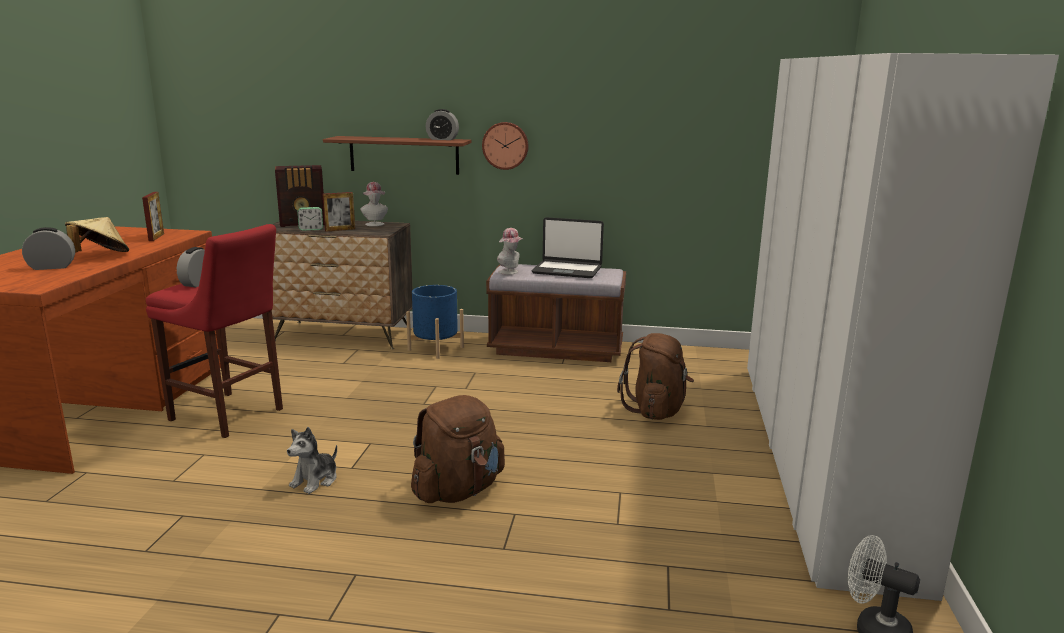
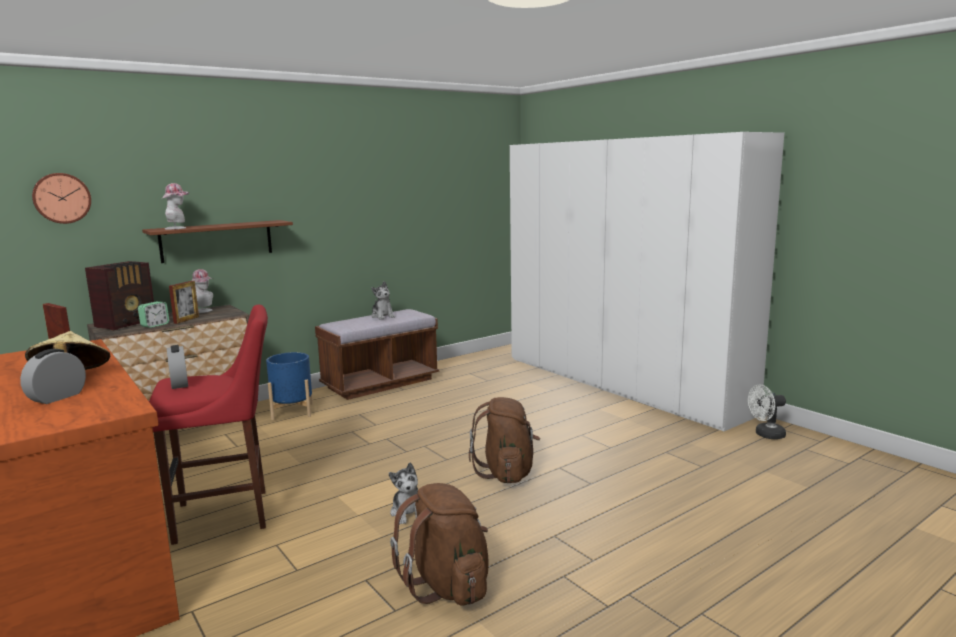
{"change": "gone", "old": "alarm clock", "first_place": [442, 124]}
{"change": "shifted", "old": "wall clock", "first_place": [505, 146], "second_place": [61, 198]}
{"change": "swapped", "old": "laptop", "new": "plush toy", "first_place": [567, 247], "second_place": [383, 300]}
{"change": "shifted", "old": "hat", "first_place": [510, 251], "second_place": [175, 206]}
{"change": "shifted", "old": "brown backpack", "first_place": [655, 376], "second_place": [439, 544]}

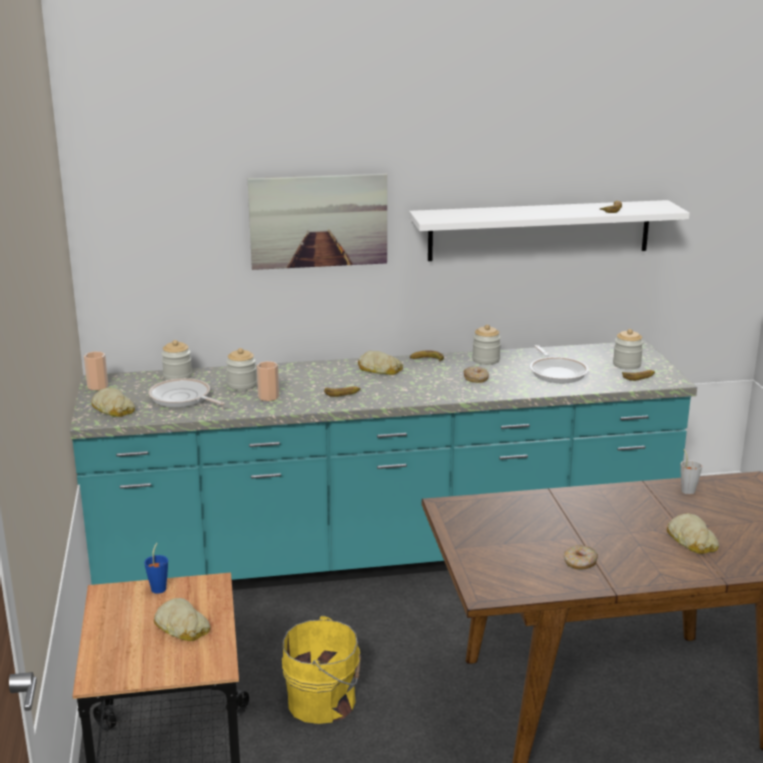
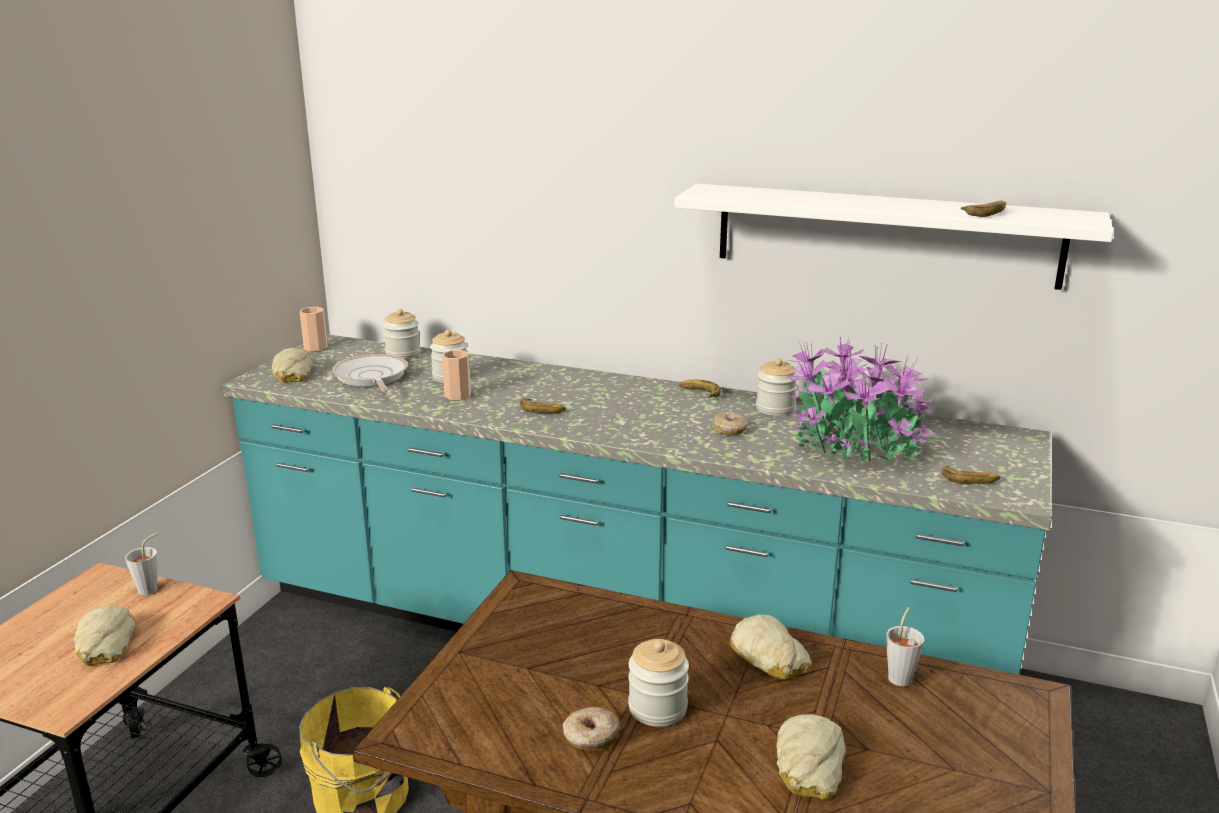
{"change": "gone", "old": "picture", "first_place": [317, 222]}
{"change": "shifted", "old": "jar", "first_place": [628, 349], "second_place": [658, 683]}
{"change": "swapped", "old": "frying pan", "new": "potted plant", "first_place": [559, 364], "second_place": [861, 400]}
{"change": "shifted", "old": "bread", "first_place": [380, 363], "second_place": [771, 647]}
{"change": "repainted", "old": "blue cup", "new": "grey cup", "first_place": [156, 568], "second_place": [141, 564]}

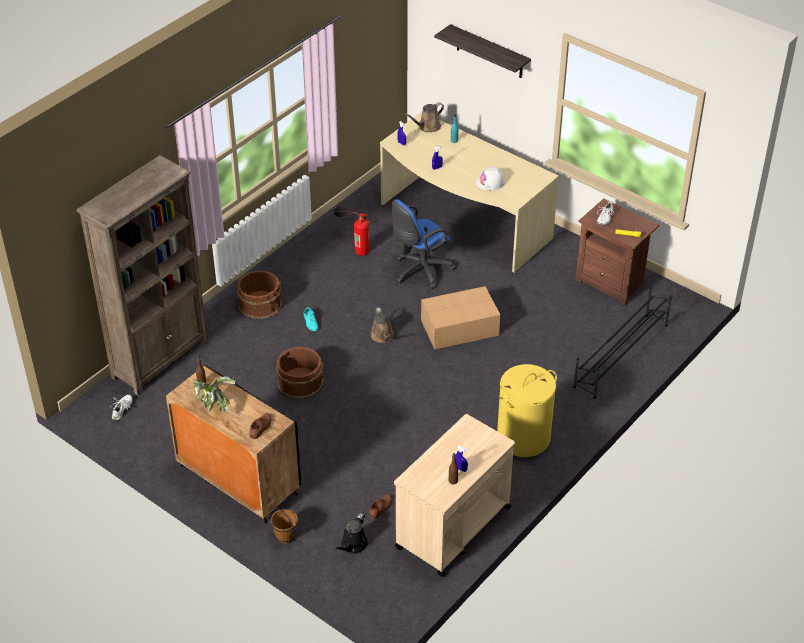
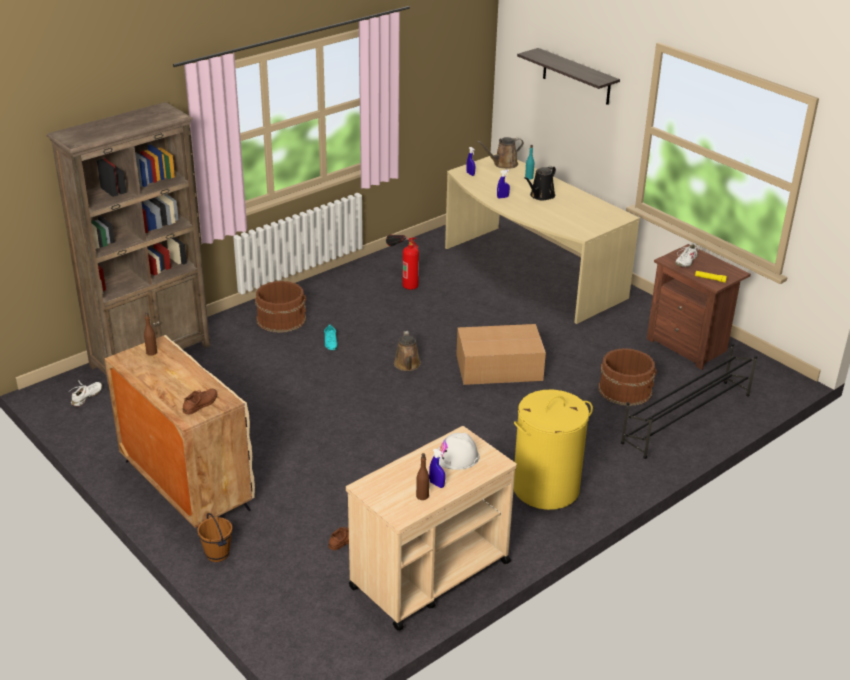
{"change": "shifted", "old": "white hard hat", "first_place": [490, 178], "second_place": [456, 451]}
{"change": "gone", "old": "blue office chair", "first_place": [423, 244]}
{"change": "shifted", "old": "brown bucket", "first_place": [300, 373], "second_place": [627, 377]}
{"change": "repainted", "old": "black cabinet", "new": "beige cabinet", "first_place": [233, 444], "second_place": [180, 431]}
{"change": "gone", "old": "potted plant", "first_place": [214, 394]}
{"change": "shifted", "old": "black watering can", "first_place": [351, 533], "second_place": [540, 183]}

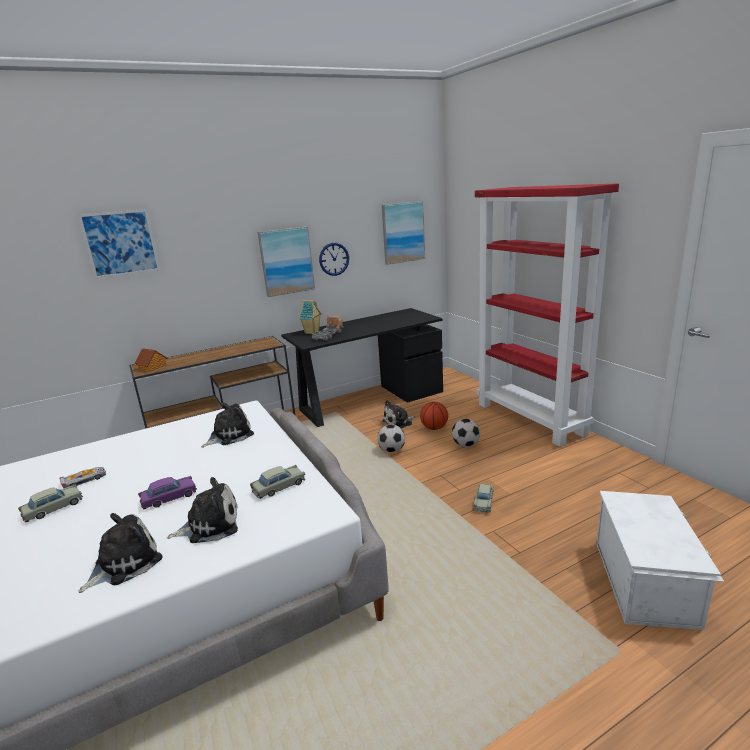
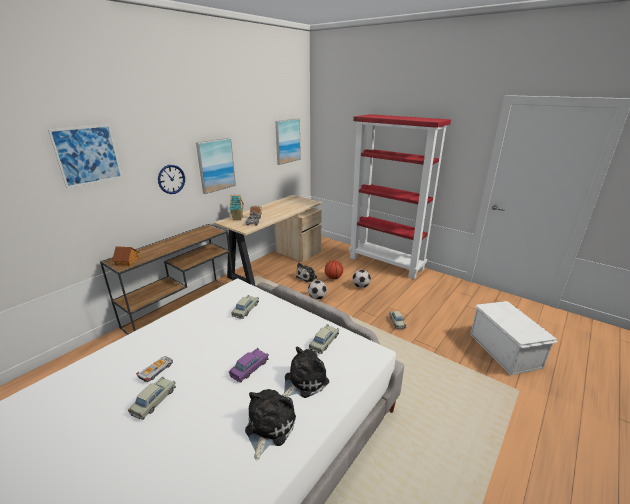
{"change": "shifted", "old": "wall clock", "first_place": [334, 259], "second_place": [171, 179]}
{"change": "repainted", "old": "black desk", "new": "beige desk", "first_place": [362, 367], "second_place": [268, 241]}
{"change": "swapped", "old": "plush toy", "new": "beige toy car", "first_place": [228, 425], "second_place": [245, 307]}

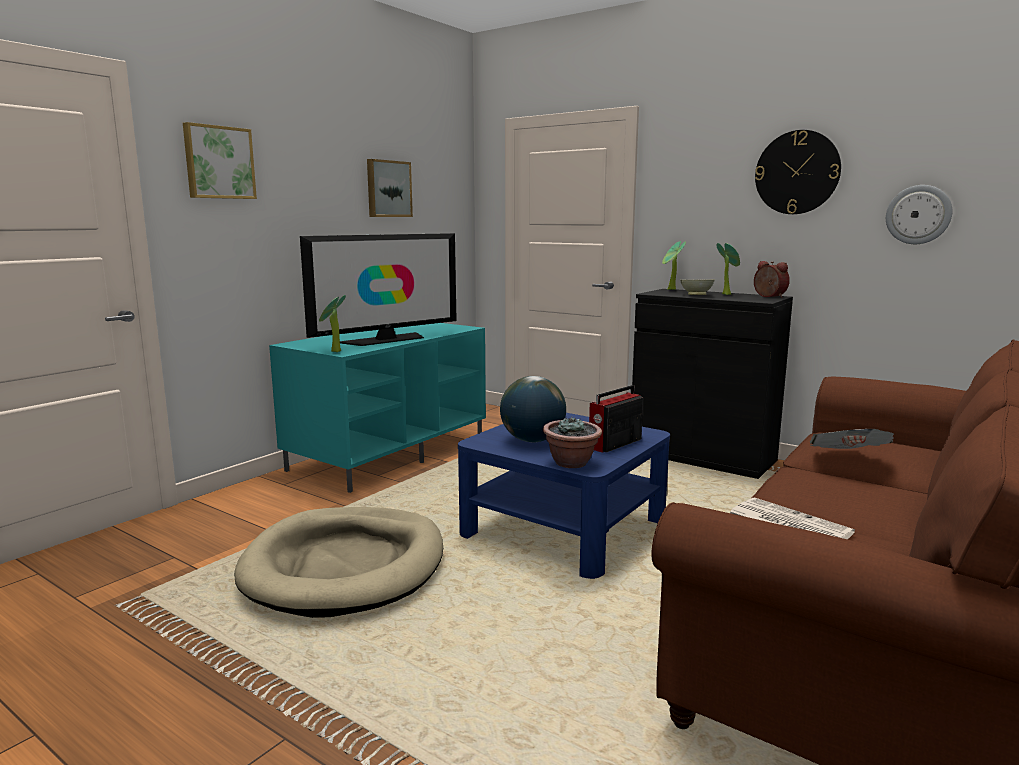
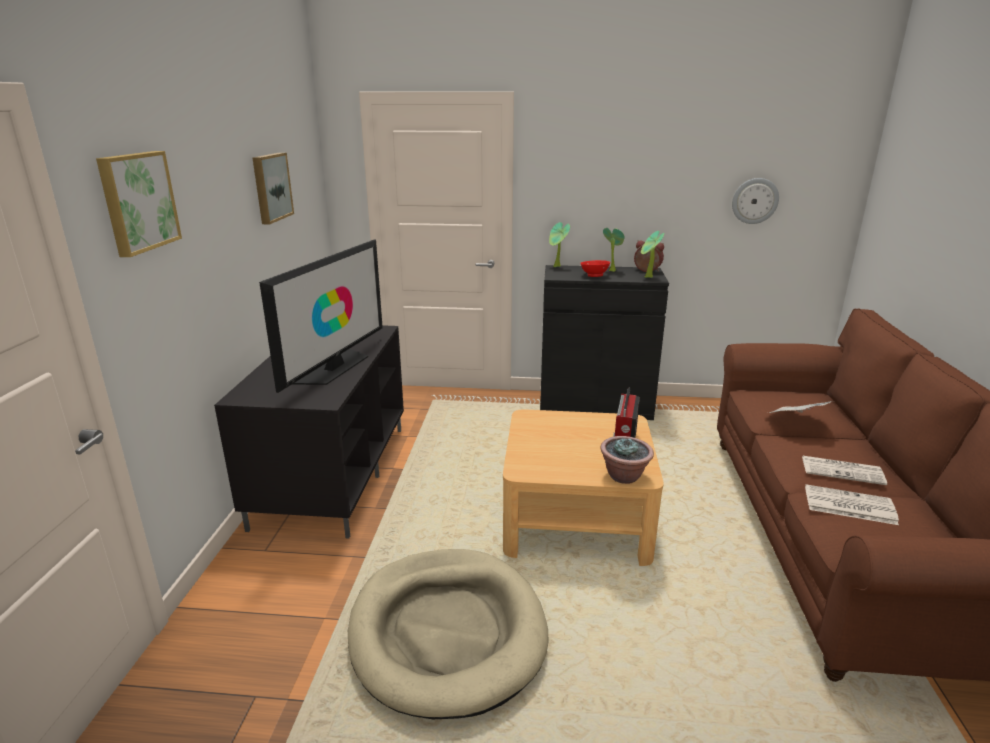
{"change": "gone", "old": "wall clock", "first_place": [798, 172]}
{"change": "repainted", "old": "beige bowl", "new": "red bowl", "first_place": [697, 287], "second_place": [595, 268]}
{"change": "shifted", "old": "potted plant", "first_place": [332, 323], "second_place": [653, 254]}
{"change": "repainted", "old": "turquoise tv stand", "new": "black tv stand", "first_place": [377, 408], "second_place": [309, 432]}
{"change": "gone", "old": "globe", "first_place": [533, 409]}
{"change": "repainted", "old": "blue coffee table", "new": "beige coffee table", "first_place": [564, 496], "second_place": [583, 487]}
{"change": "new", "new": "newspaper", "second_place": [844, 470]}

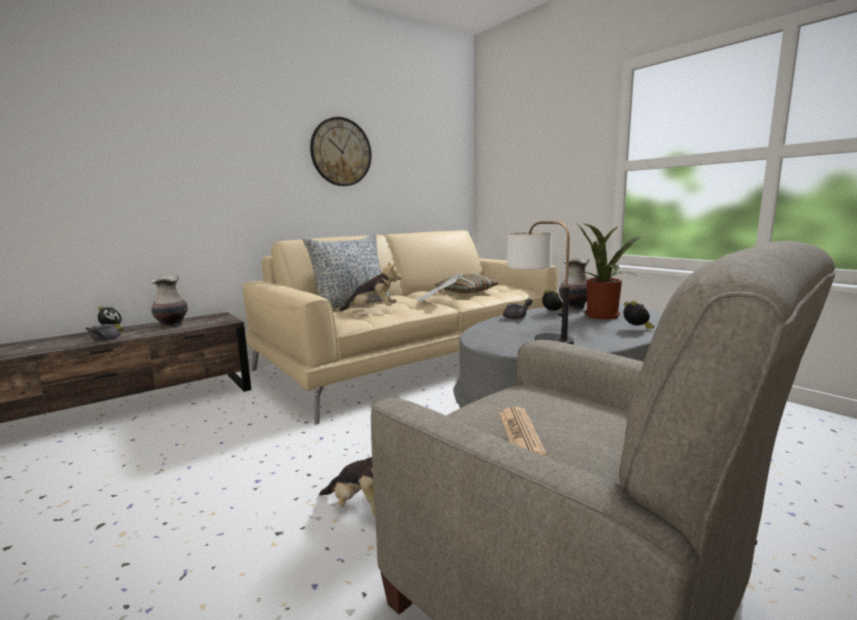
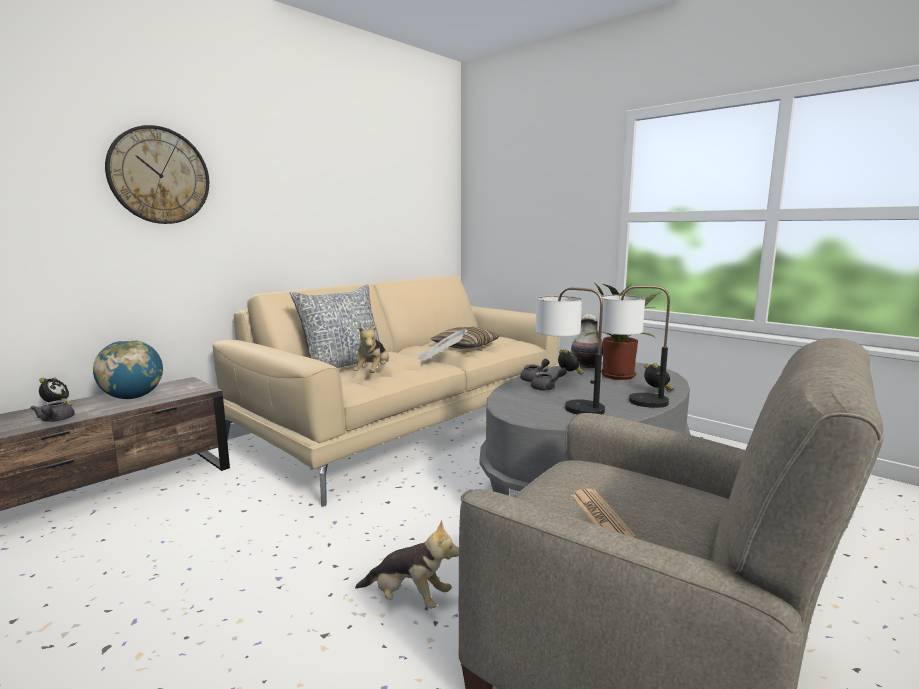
{"change": "shifted", "old": "wall clock", "first_place": [341, 151], "second_place": [157, 174]}
{"change": "rotated", "old": "plush toy", "first_place": [370, 286], "second_place": [371, 349], "degrees": 105}
{"change": "swapped", "old": "vase", "new": "globe", "first_place": [169, 302], "second_place": [128, 369]}
{"change": "new", "new": "table lamp", "second_place": [633, 347]}
{"change": "new", "new": "grey teapot", "second_place": [549, 379]}

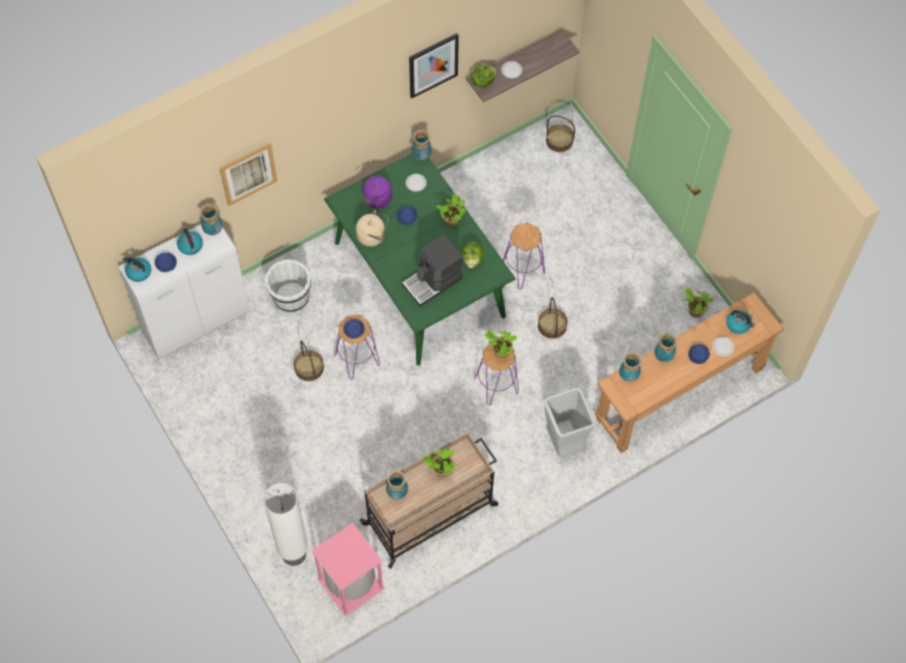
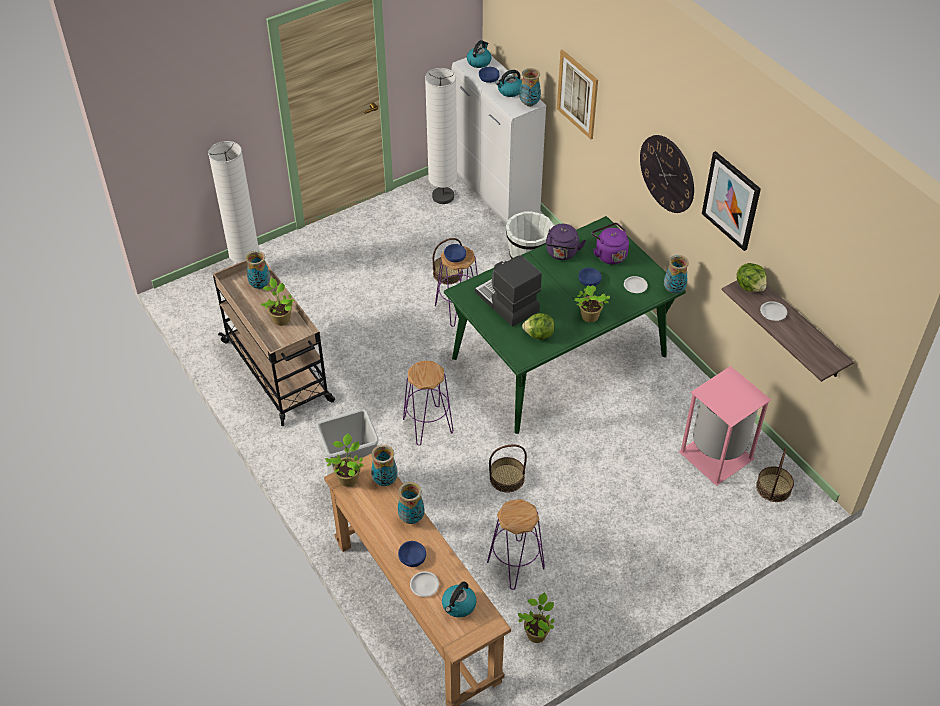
{"change": "repainted", "old": "beige kettle", "new": "purple kettle", "first_place": [372, 228], "second_place": [565, 242]}
{"change": "shifted", "old": "purple stool", "first_place": [524, 256], "second_place": [516, 544]}
{"change": "shifted", "old": "potted plant", "first_place": [501, 345], "second_place": [344, 460]}
{"change": "shifted", "old": "pink trash can", "first_place": [348, 570], "second_place": [724, 426]}
{"change": "new", "new": "white floor lamp", "second_place": [441, 136]}
{"change": "new", "new": "wall clock", "second_place": [667, 174]}

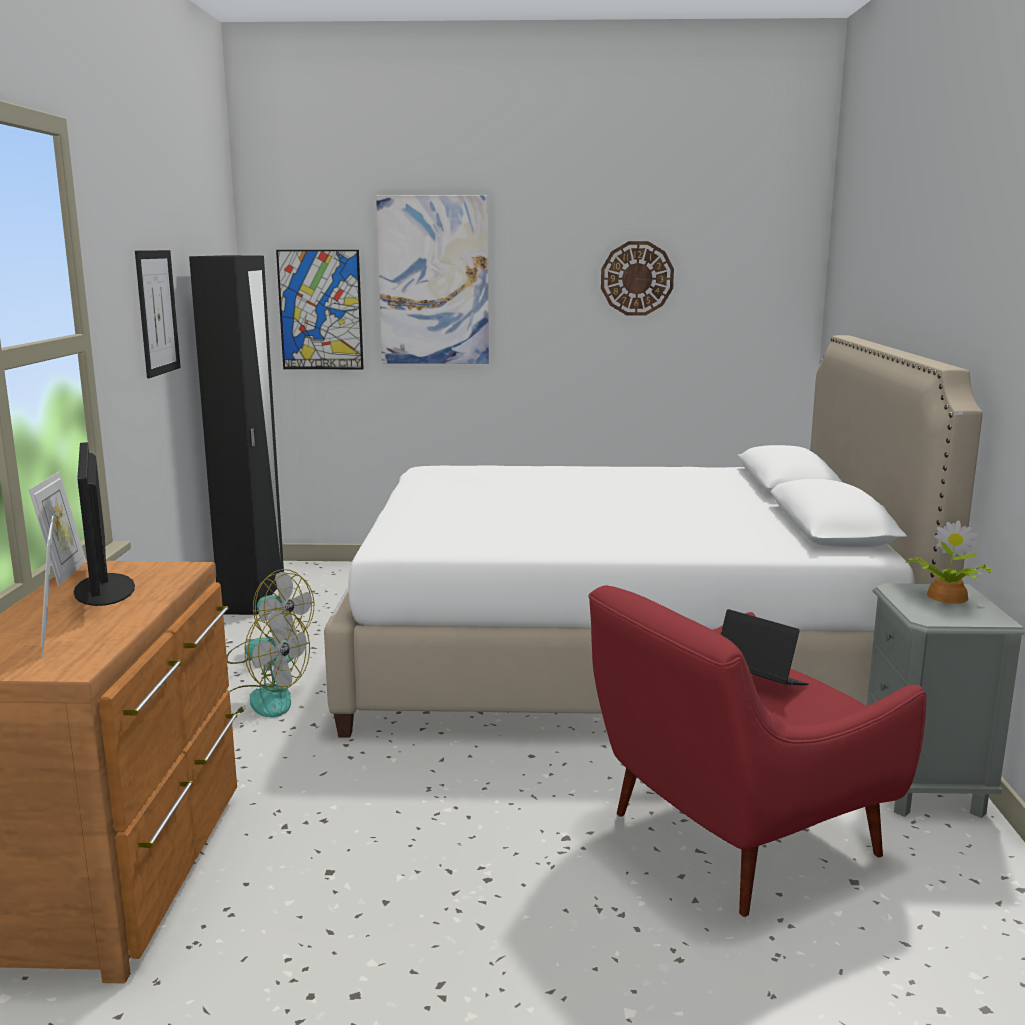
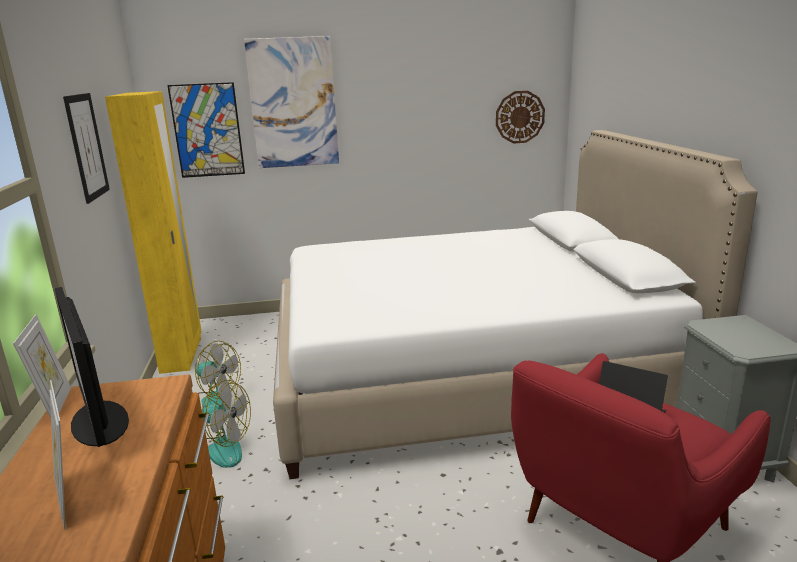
{"change": "shifted", "old": "wall clock", "first_place": [637, 278], "second_place": [520, 117]}
{"change": "repainted", "old": "black wardrobe", "new": "yellow wardrobe", "first_place": [236, 435], "second_place": [153, 232]}
{"change": "gone", "old": "potted plant", "first_place": [948, 561]}

